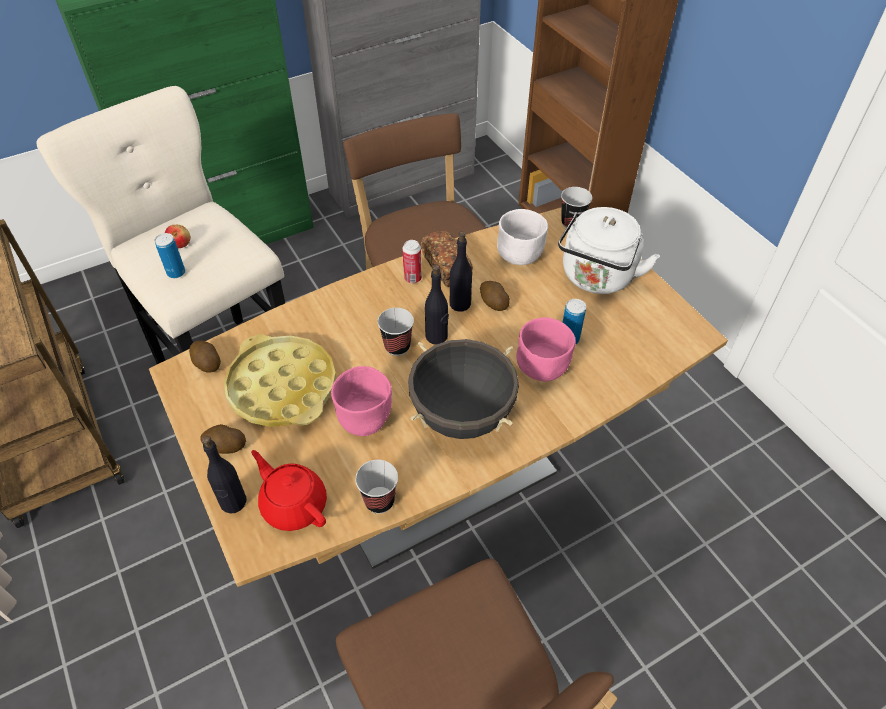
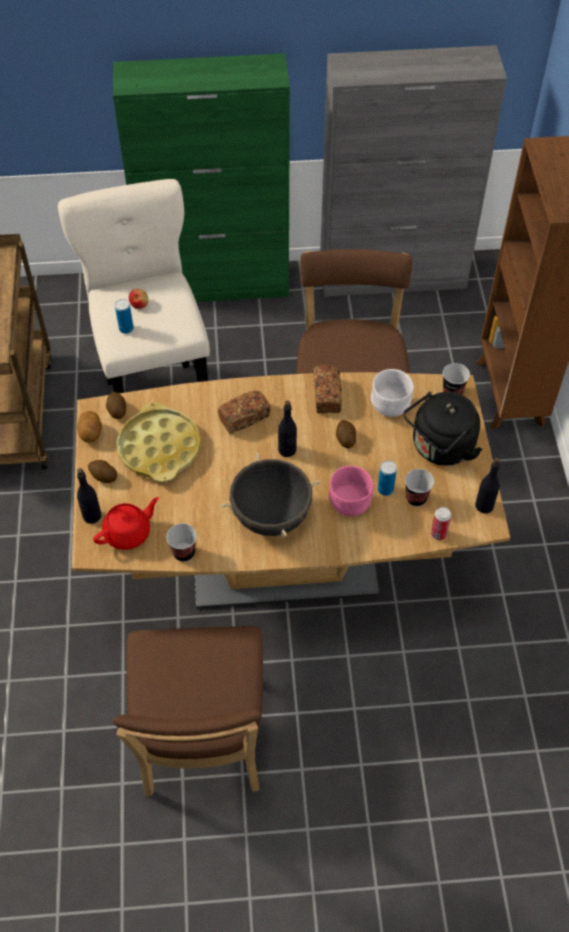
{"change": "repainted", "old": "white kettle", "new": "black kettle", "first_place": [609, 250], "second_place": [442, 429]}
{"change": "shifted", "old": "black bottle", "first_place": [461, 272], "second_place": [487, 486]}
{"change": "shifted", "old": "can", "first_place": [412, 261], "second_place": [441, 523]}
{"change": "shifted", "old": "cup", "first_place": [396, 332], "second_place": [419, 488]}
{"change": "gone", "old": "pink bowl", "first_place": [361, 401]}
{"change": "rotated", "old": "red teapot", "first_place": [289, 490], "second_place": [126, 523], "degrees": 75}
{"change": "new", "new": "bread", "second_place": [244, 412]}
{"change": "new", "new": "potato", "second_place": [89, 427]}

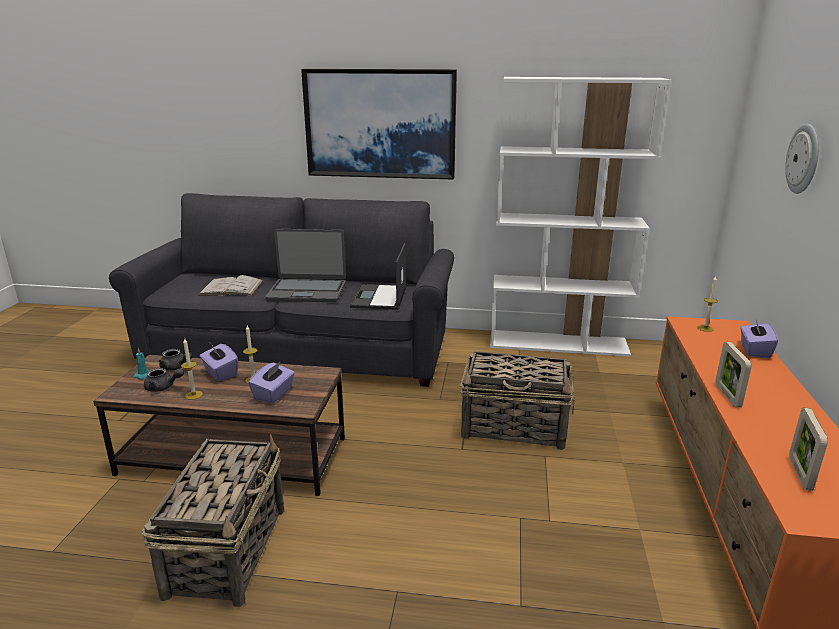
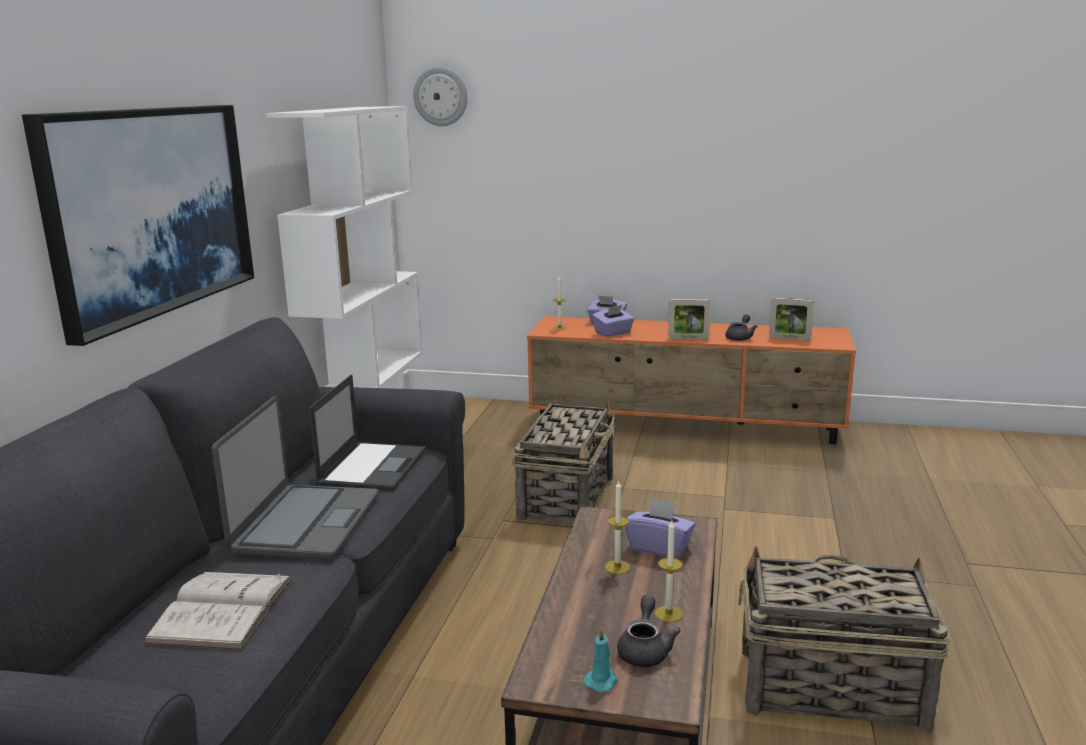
{"change": "shifted", "old": "wall clock", "first_place": [802, 159], "second_place": [440, 96]}
{"change": "rotated", "old": "laptop", "first_place": [378, 276], "second_place": [367, 432], "degrees": -90}
{"change": "shifted", "old": "purple tissue box", "first_place": [219, 362], "second_place": [613, 321]}
{"change": "shifted", "old": "grey teapot", "first_place": [175, 360], "second_place": [741, 327]}

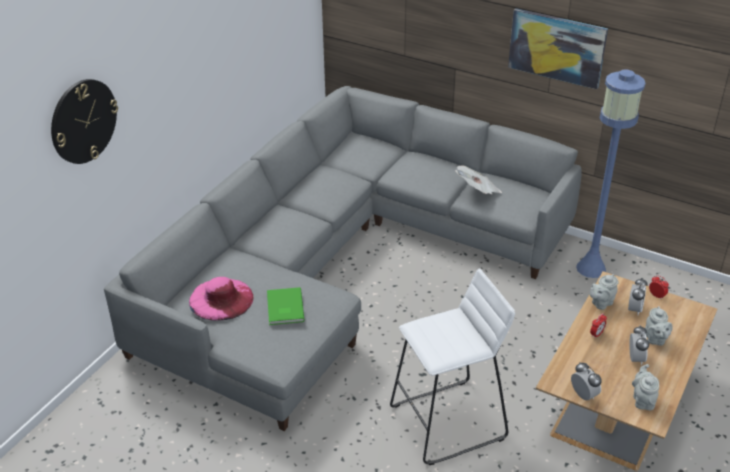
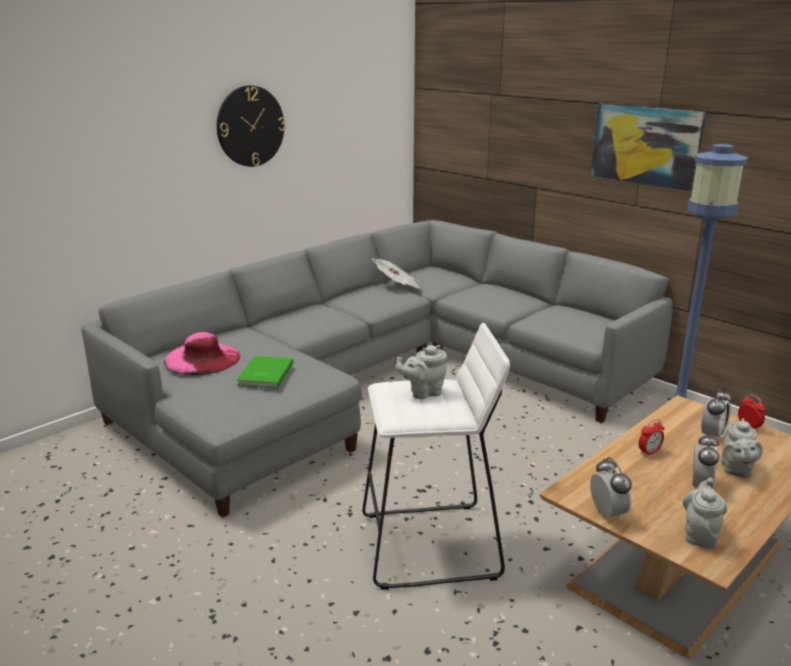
{"change": "shifted", "old": "wall clock", "first_place": [84, 121], "second_place": [251, 126]}
{"change": "shifted", "old": "newspaper", "first_place": [478, 180], "second_place": [395, 274]}
{"change": "shifted", "old": "grey teapot", "first_place": [604, 292], "second_place": [421, 372]}

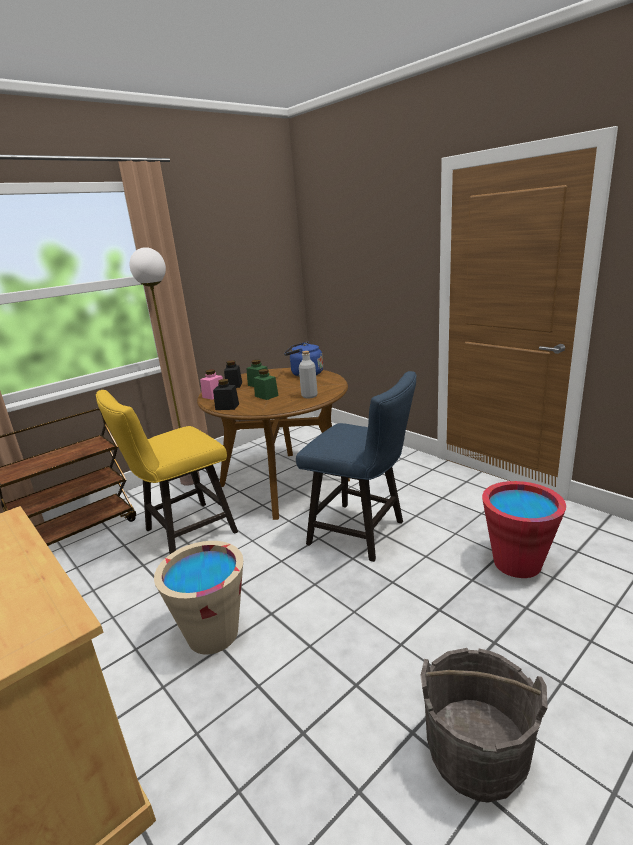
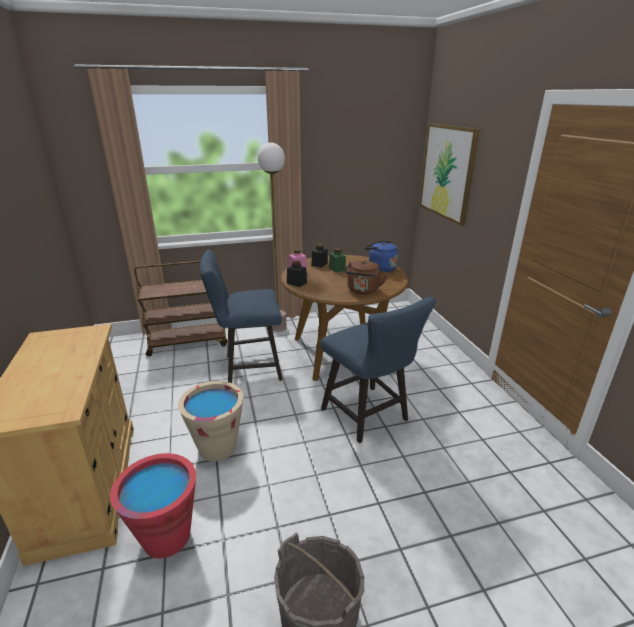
{"change": "swapped", "old": "grey bottle", "new": "brown kettle", "first_place": [308, 375], "second_place": [366, 277]}
{"change": "gone", "old": "green jar", "first_place": [265, 384]}
{"change": "repainted", "old": "yellow chair", "new": "blue chair", "first_place": [167, 472], "second_place": [241, 316]}
{"change": "shifted", "old": "red bucket", "first_place": [524, 529], "second_place": [153, 505]}
{"change": "new", "new": "picture", "second_place": [450, 174]}

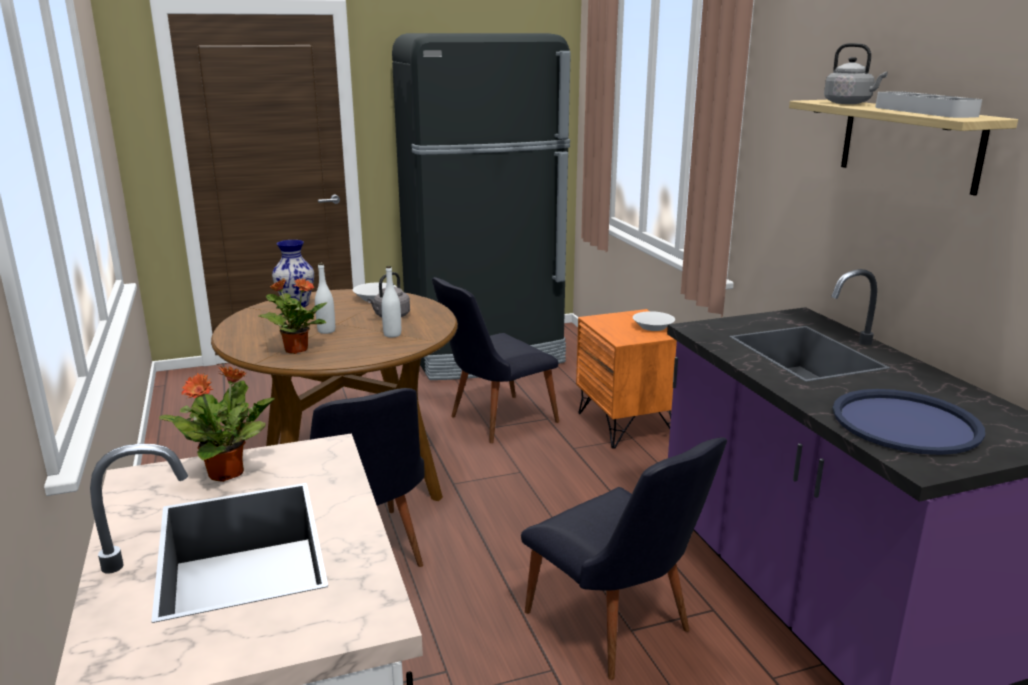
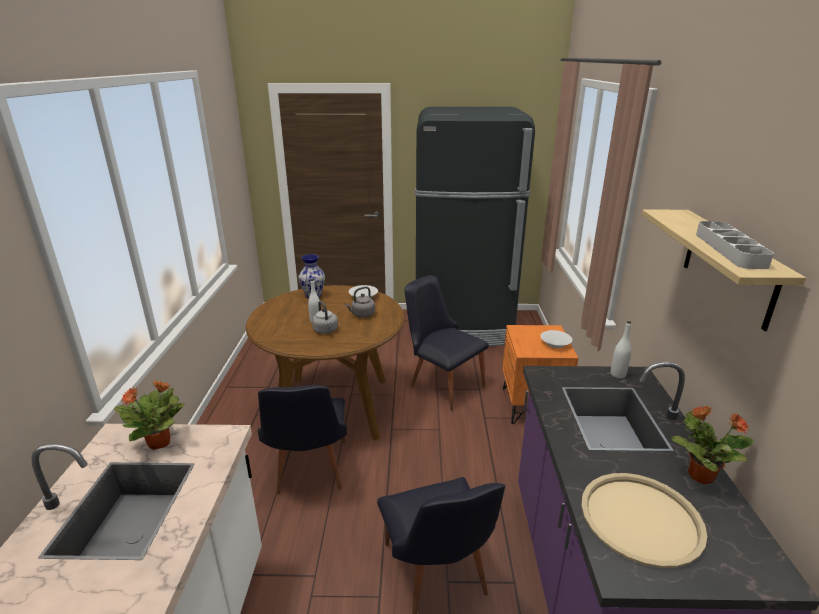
{"change": "shifted", "old": "grey kettle", "first_place": [856, 73], "second_place": [325, 317]}
{"change": "shifted", "old": "white bottle", "first_place": [391, 301], "second_place": [621, 349]}
{"change": "rotated", "old": "black chair", "first_place": [495, 360], "second_place": [446, 343], "degrees": 60}
{"change": "shifted", "old": "potted plant", "first_place": [293, 316], "second_place": [712, 445]}
{"change": "repainted", "old": "blue tray", "new": "beige tray", "first_place": [909, 422], "second_place": [644, 520]}

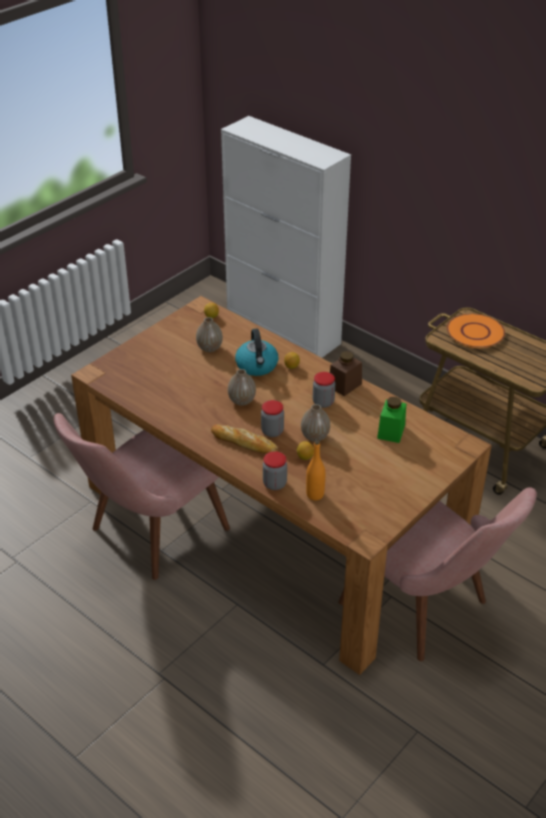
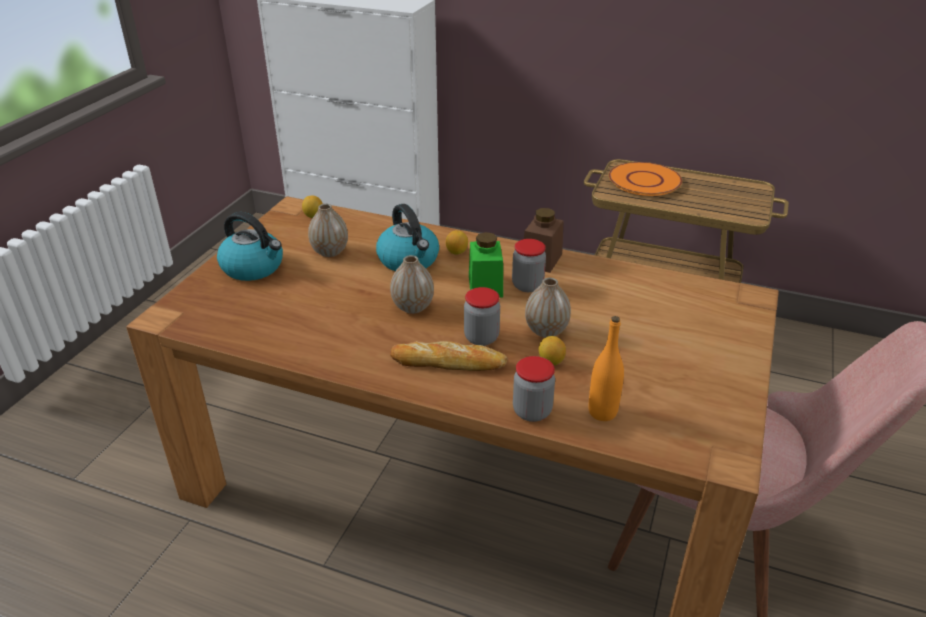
{"change": "shifted", "old": "green jar", "first_place": [391, 420], "second_place": [486, 264]}
{"change": "gone", "old": "pink chair", "first_place": [141, 496]}
{"change": "new", "new": "kettle", "second_place": [250, 246]}

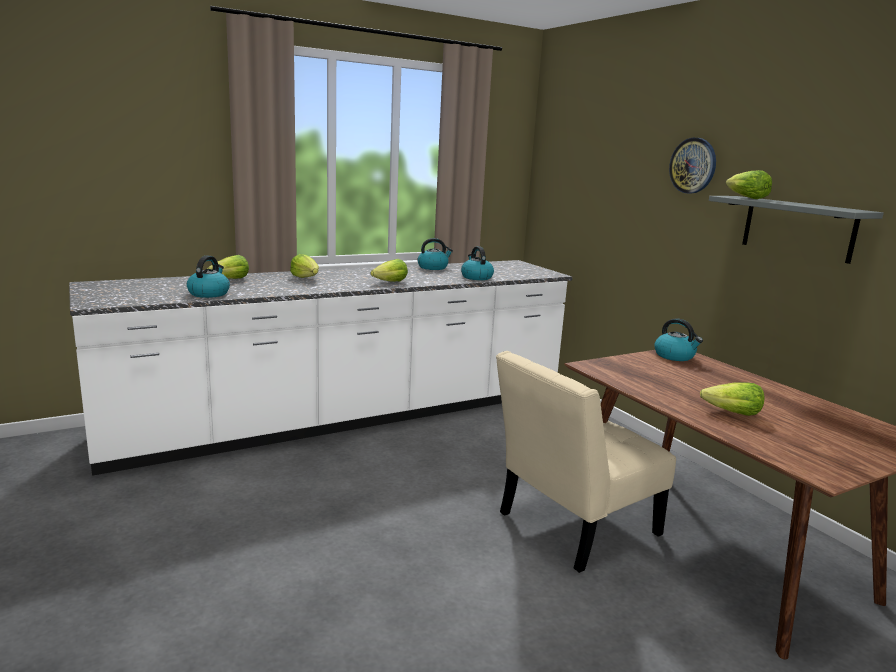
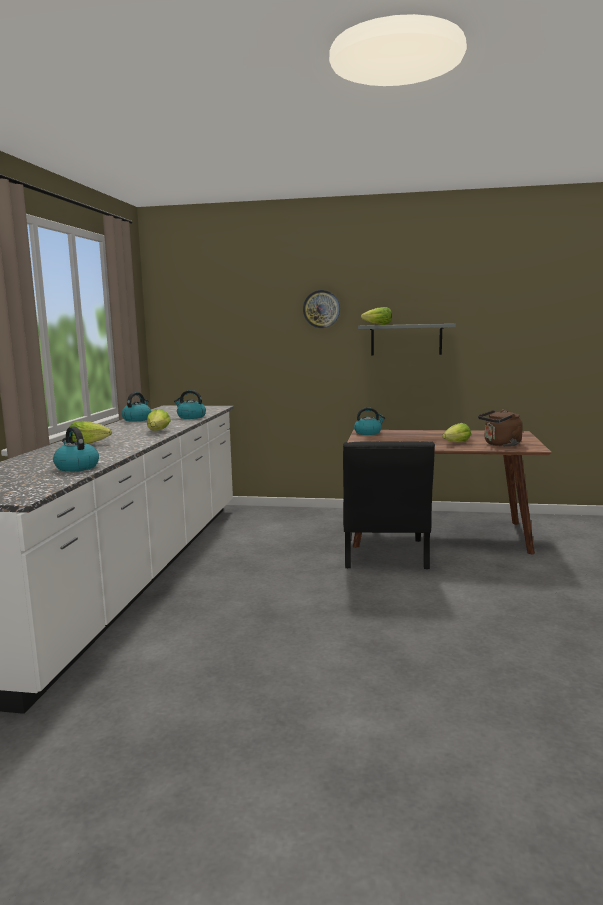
{"change": "gone", "old": "lettuce", "first_place": [228, 267]}
{"change": "repainted", "old": "beige chair", "new": "black chair", "first_place": [586, 462], "second_place": [389, 505]}
{"change": "new", "new": "brown kettle", "second_place": [500, 428]}

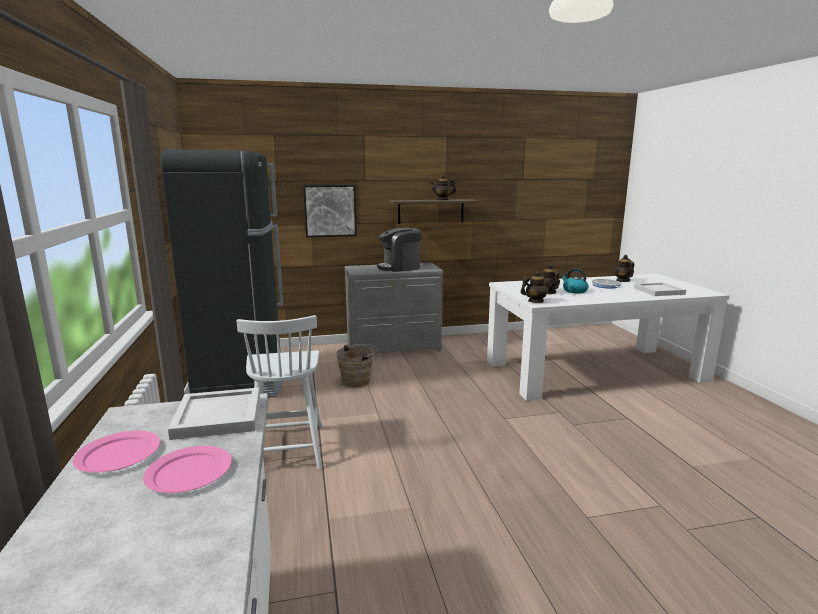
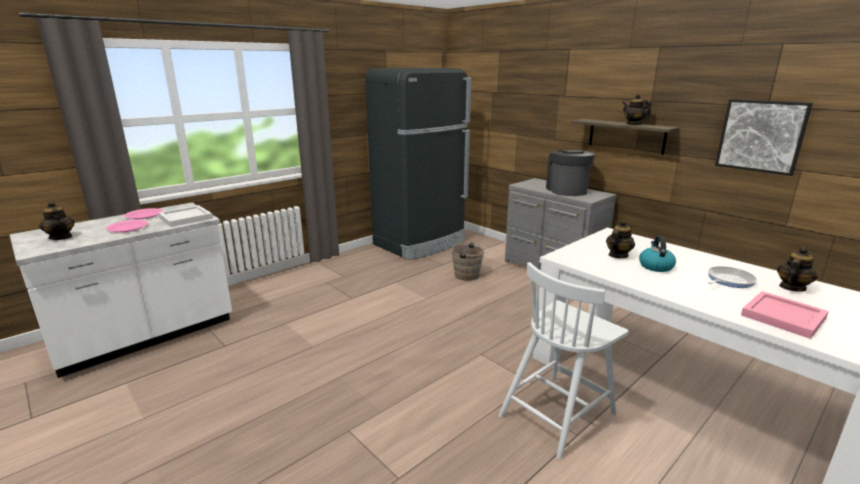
{"change": "shifted", "old": "picture", "first_place": [330, 211], "second_place": [764, 137]}
{"change": "rotated", "old": "coffee machine", "first_place": [399, 249], "second_place": [570, 173], "degrees": 45}
{"change": "shifted", "old": "teapot", "first_place": [537, 287], "second_place": [57, 220]}
{"change": "repainted", "old": "white tray", "new": "pink tray", "first_place": [660, 289], "second_place": [785, 315]}
{"change": "shifted", "old": "white chair", "first_place": [279, 392], "second_place": [563, 360]}

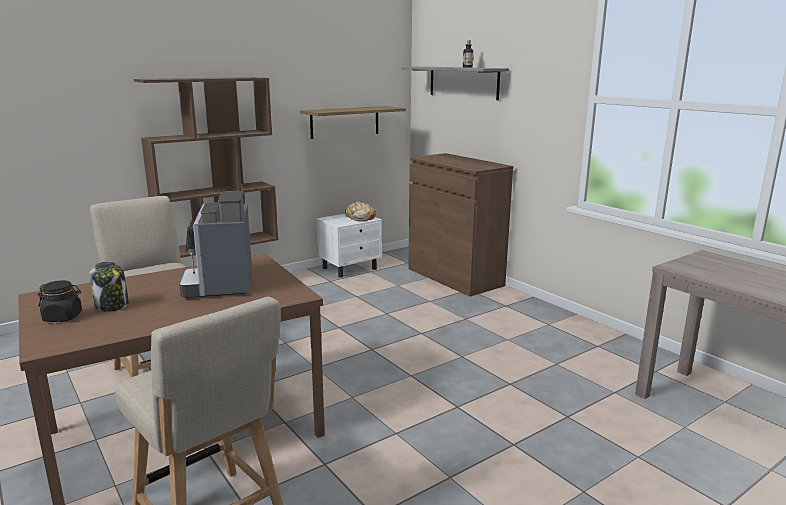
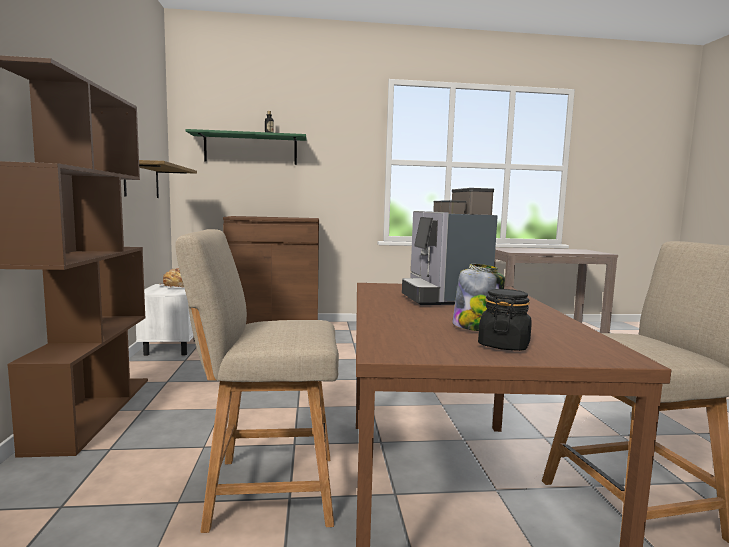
{"change": "repainted", "old": "grey shelf", "new": "green shelf", "first_place": [455, 83], "second_place": [246, 147]}
{"change": "rotated", "old": "coffee machine", "first_place": [215, 244], "second_place": [450, 246], "degrees": 60}

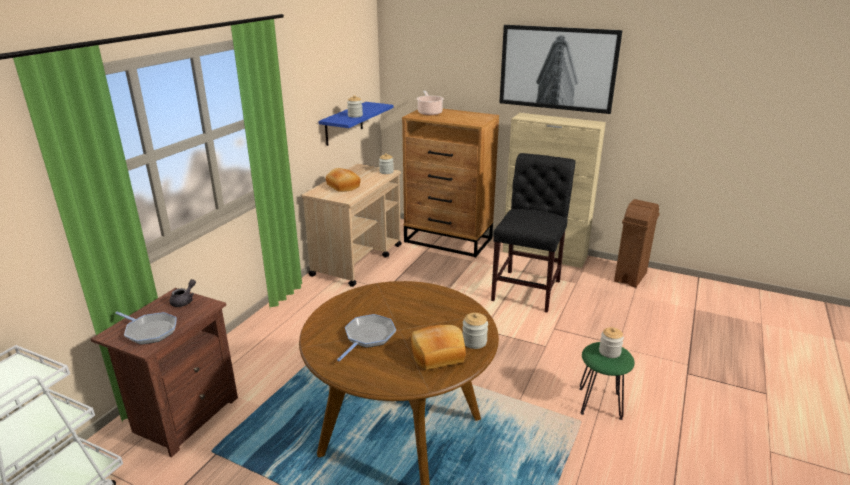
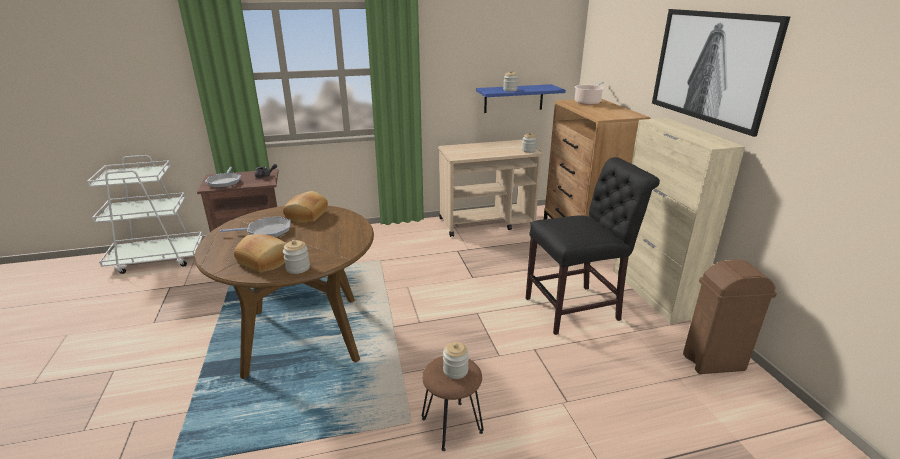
{"change": "shifted", "old": "bread", "first_place": [343, 180], "second_place": [305, 207]}
{"change": "repainted", "old": "green stool", "new": "brown stool", "first_place": [607, 381], "second_place": [453, 403]}

